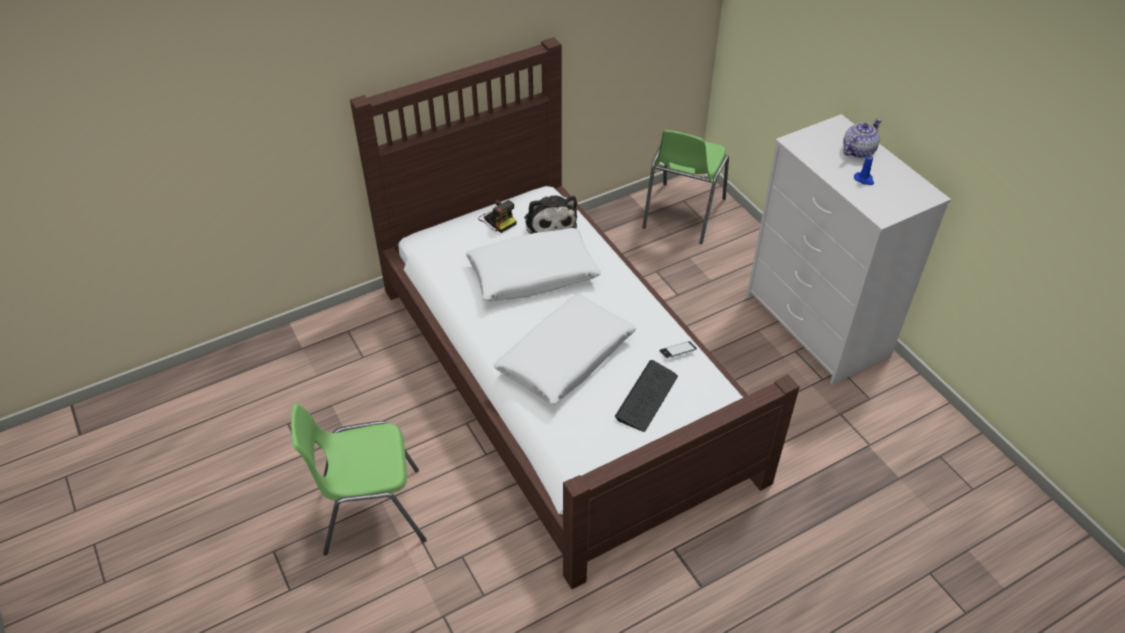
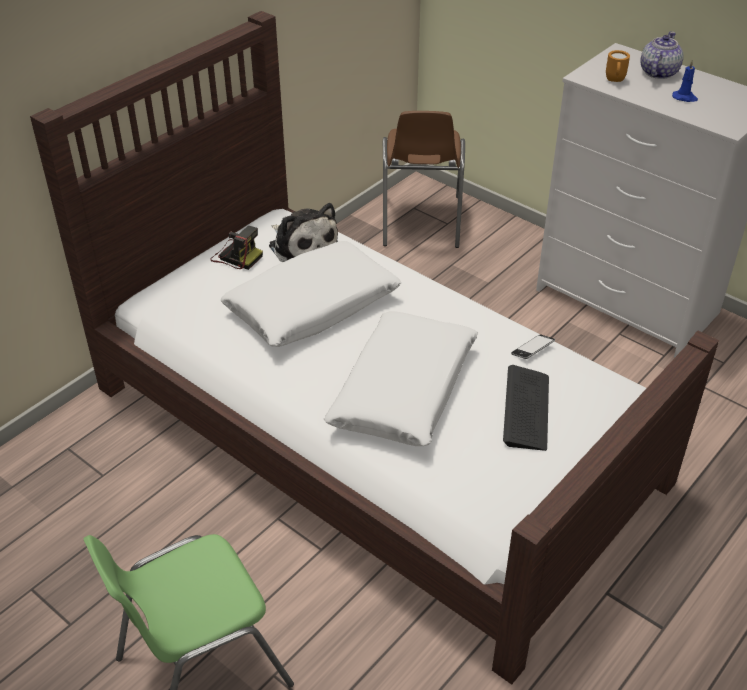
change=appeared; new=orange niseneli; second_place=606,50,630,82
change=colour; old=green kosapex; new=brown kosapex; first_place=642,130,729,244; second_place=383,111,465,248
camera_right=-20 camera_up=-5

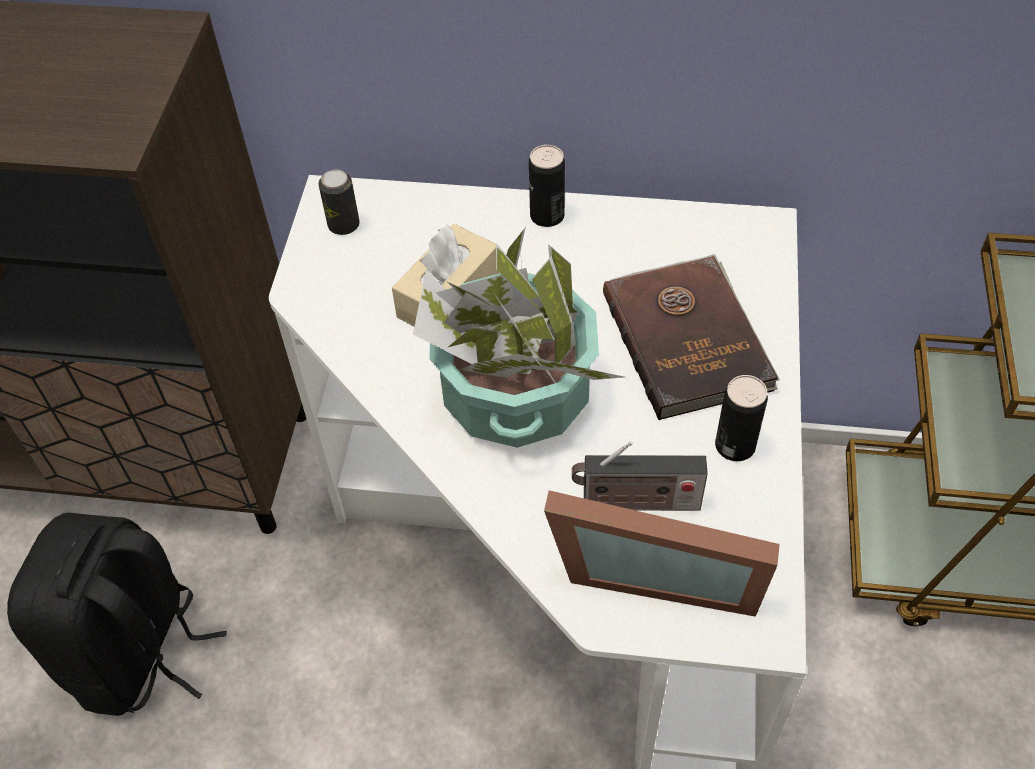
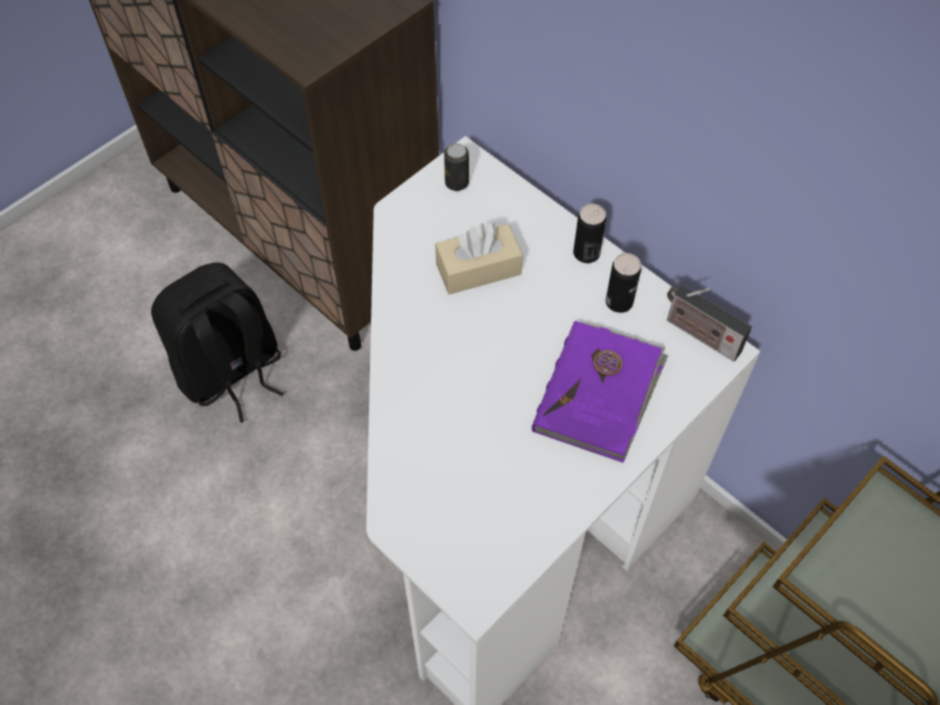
change=missing; old=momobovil; first_place=413,227,624,448
change=missing; old=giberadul; first_place=544,490,780,617
change=relocated; old=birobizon; first_place=572,441,708,511; second_place=667,285,752,362
change=relocated; old=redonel; first_place=715,375,768,461; second_place=606,253,641,313
change=colour; old=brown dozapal; new=purple dozapal; first_place=603,254,780,420; second_place=532,321,668,463
camera_right=35 camera_up=5

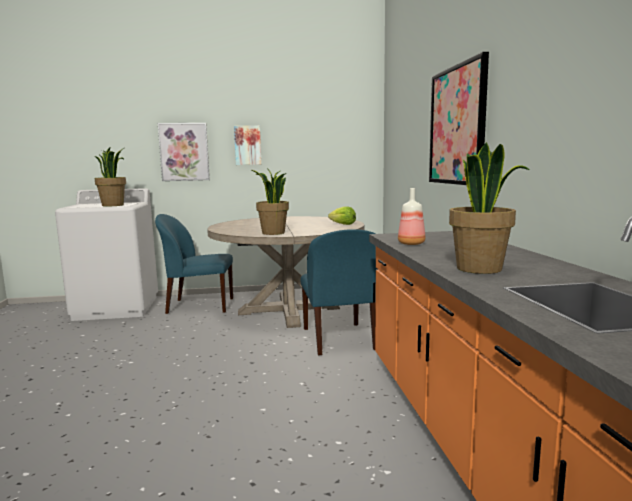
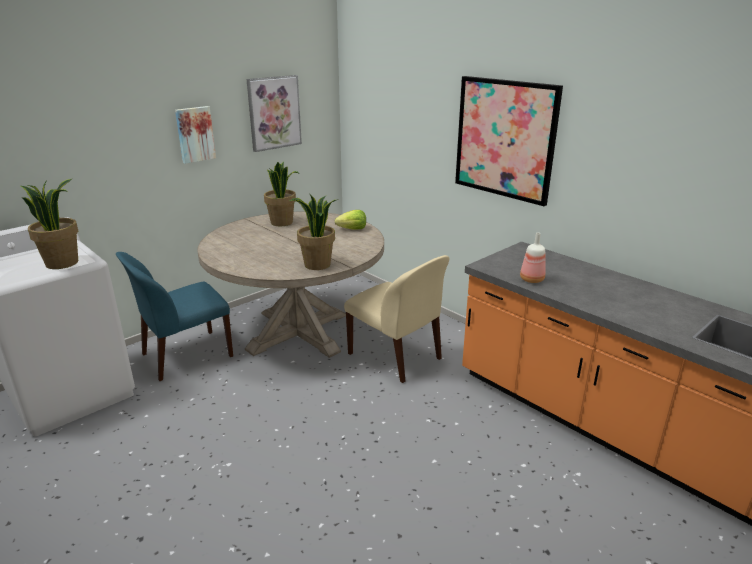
change=relocated; old=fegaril; first_place=158,123,210,181; second_place=247,75,302,152
change=relocated; old=momobovil; first_place=449,142,529,274; second_place=264,162,298,226
change=colour; old=blue kosapex; new=beige kosapex; first_place=300,229,378,356; second_place=344,255,449,383
camera_right=-35 camera_up=15

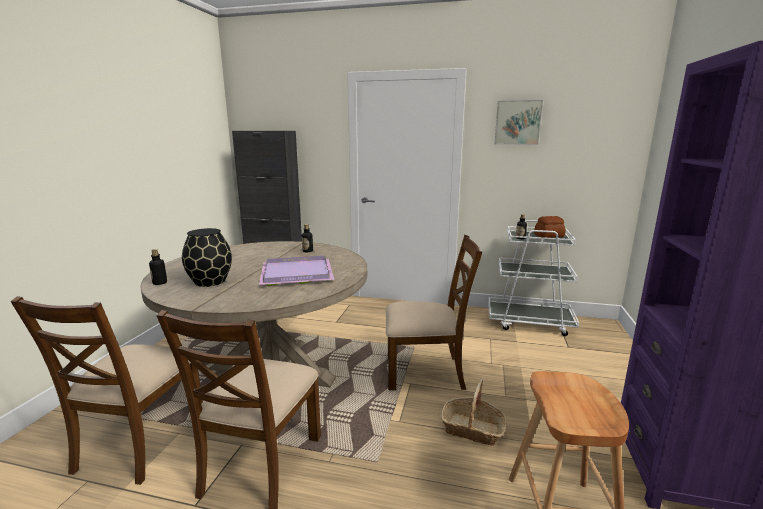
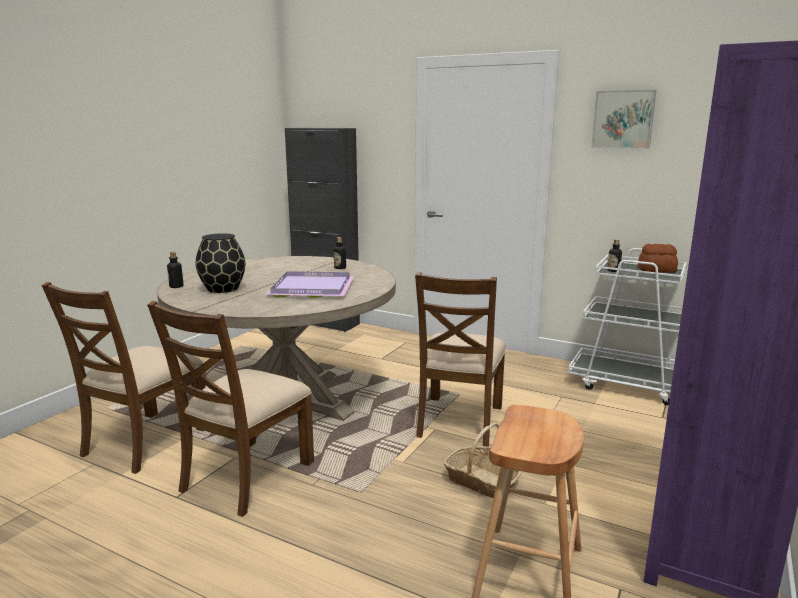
change=spun; old=brown kosapex; first_place=385,235,482,390; second_place=415,272,506,447; degrees=90
camera_right=15 camera_up=0

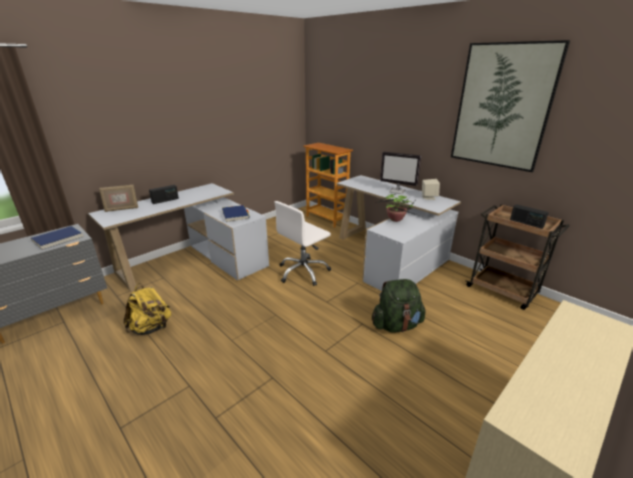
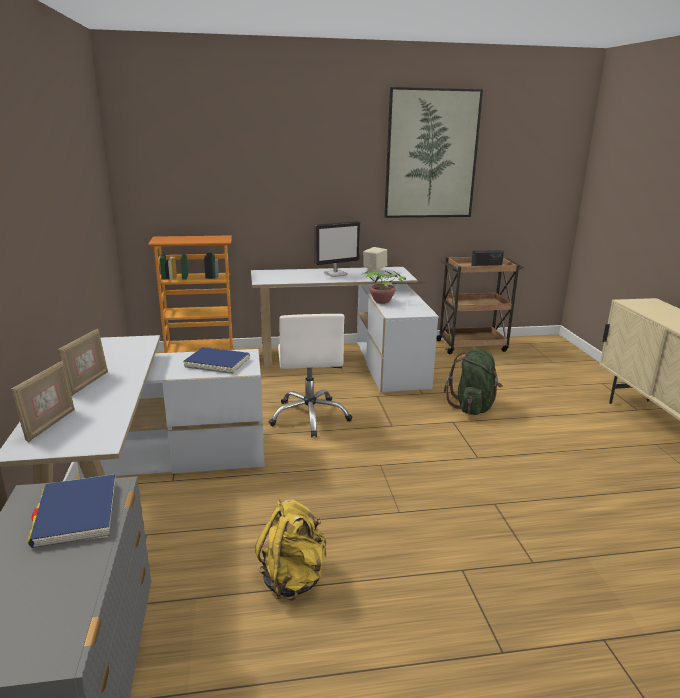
change=exchanged; old=birobizon; new=giberadul; first_place=149,185,179,204; second_place=57,328,108,396
camera_right=-55 camera_up=-5

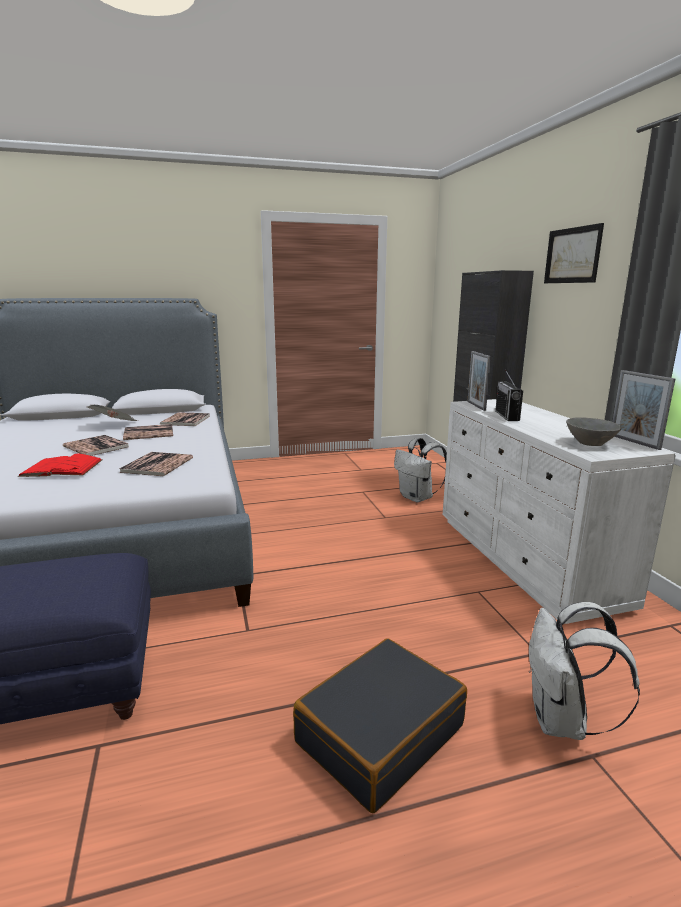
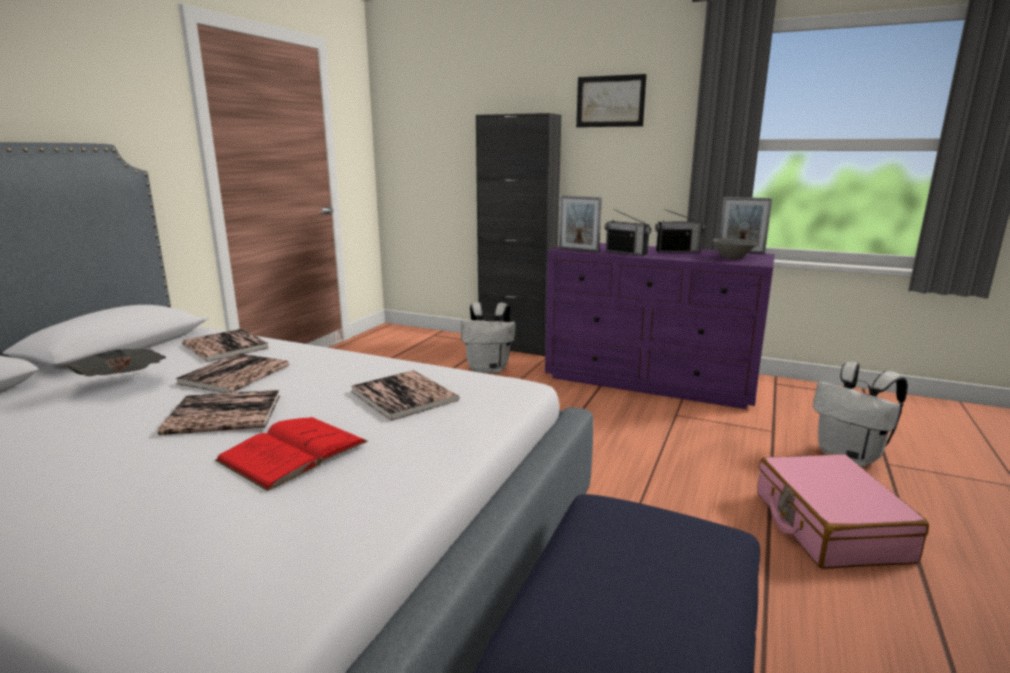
change=appeared; new=birobizon; second_place=655,209,705,252
change=colour; old=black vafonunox; new=pink vafonunox; first_place=293,638,467,813; second_place=757,454,929,569
change=colour; old=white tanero; new=purple tanero; first_place=443,399,676,624; second_place=545,243,775,409
camera_right=-50 camera_up=0

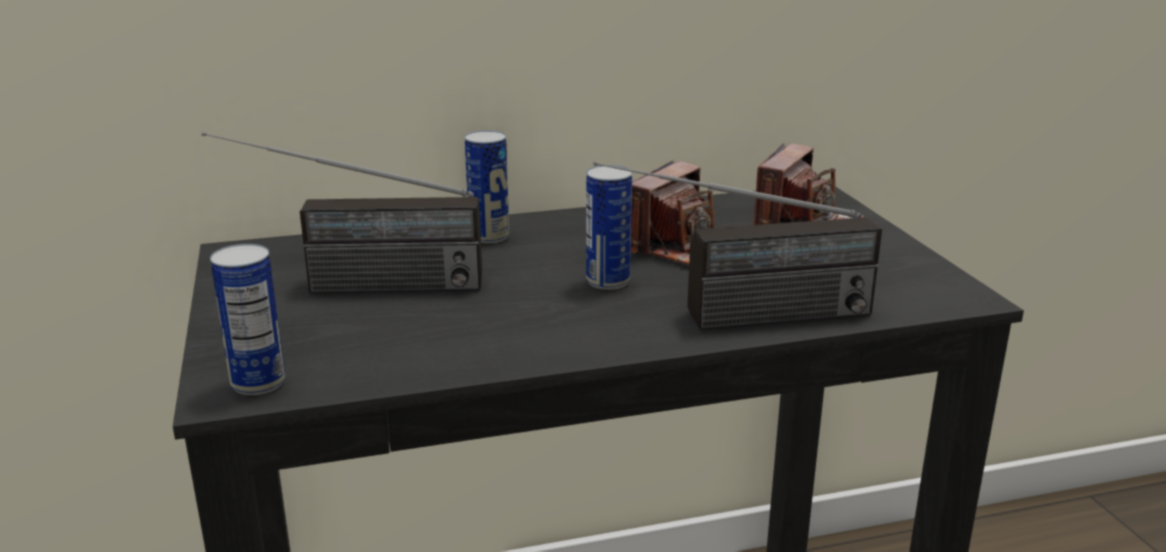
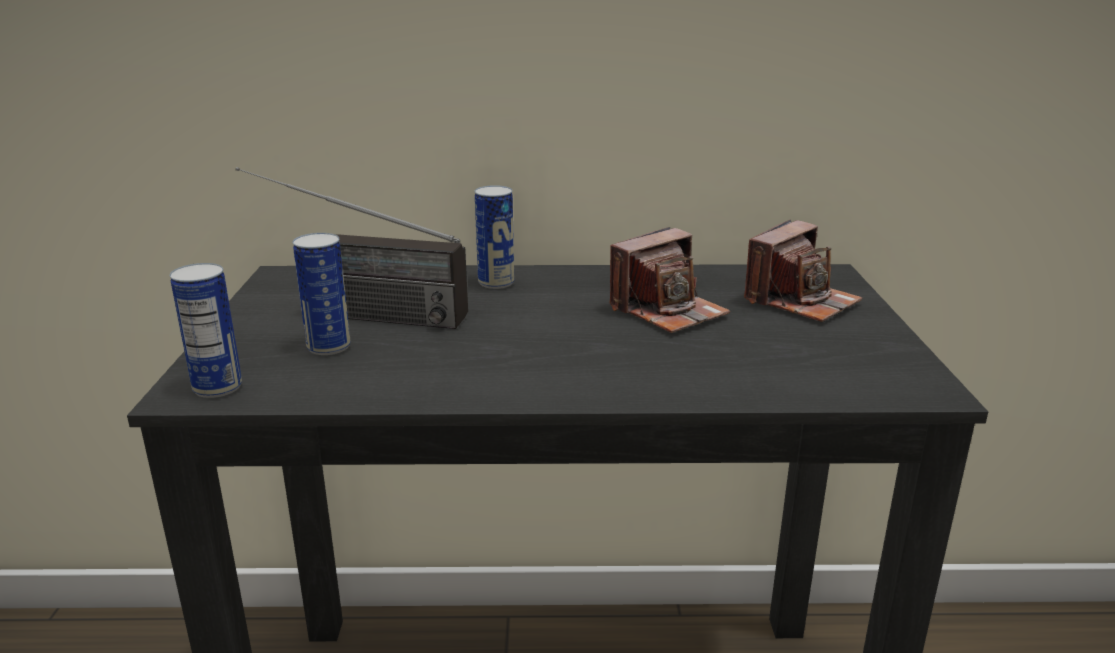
change=missing; old=birobizon; first_place=593,161,882,330
change=relocated; old=redonel; first_place=586,165,632,290; second_place=293,233,351,355
camera_right=15 camera_up=0

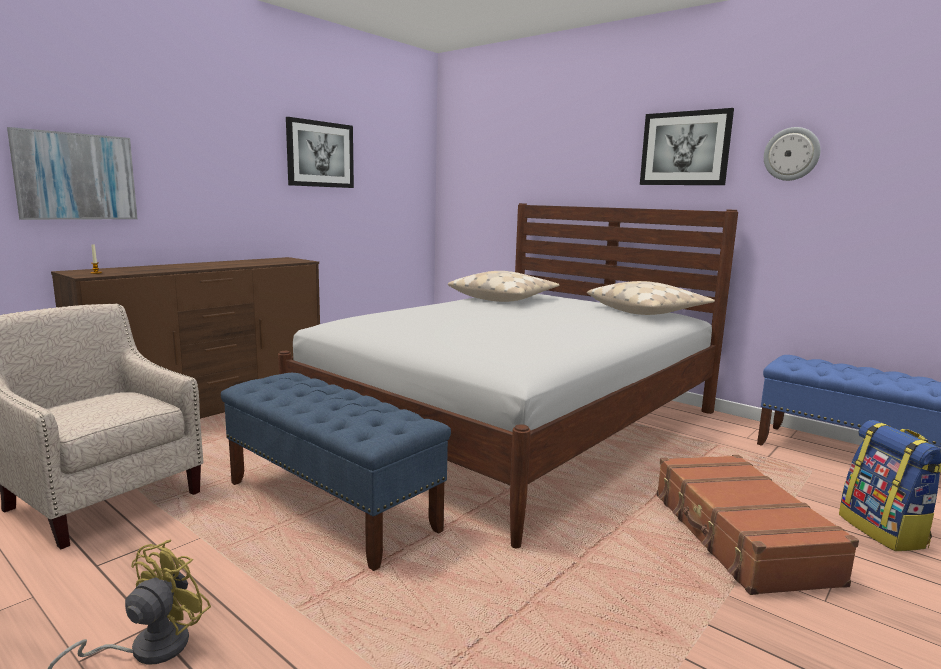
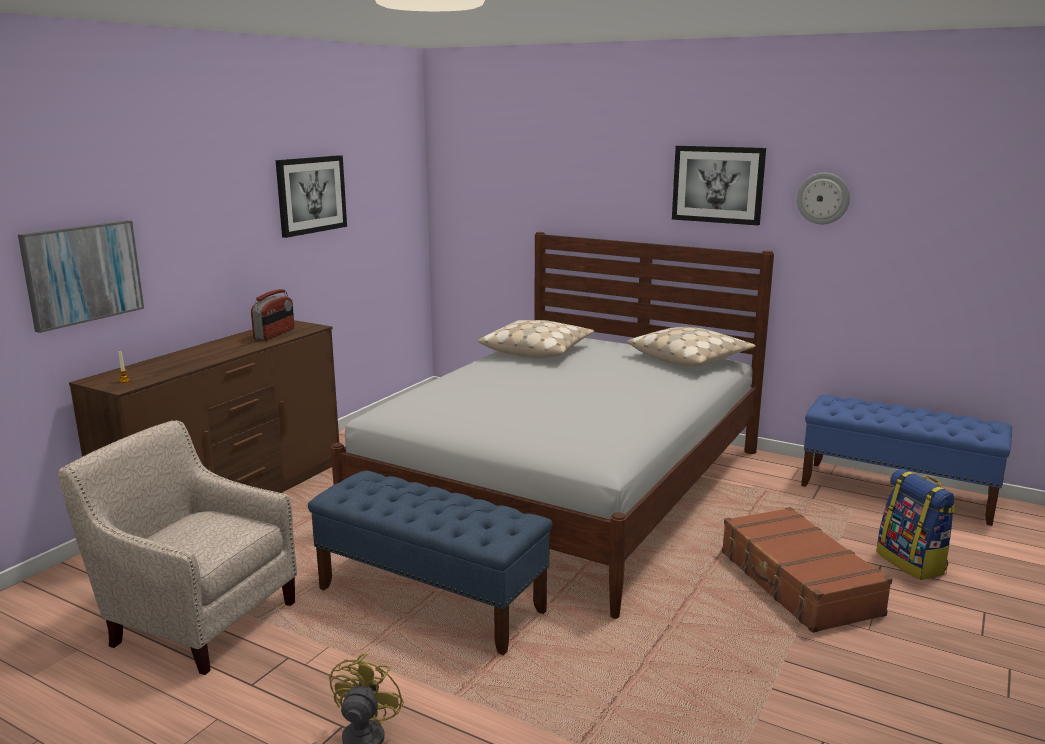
change=appeared; new=birobizon; second_place=251,289,294,340
camera_right=-10 camera_up=5

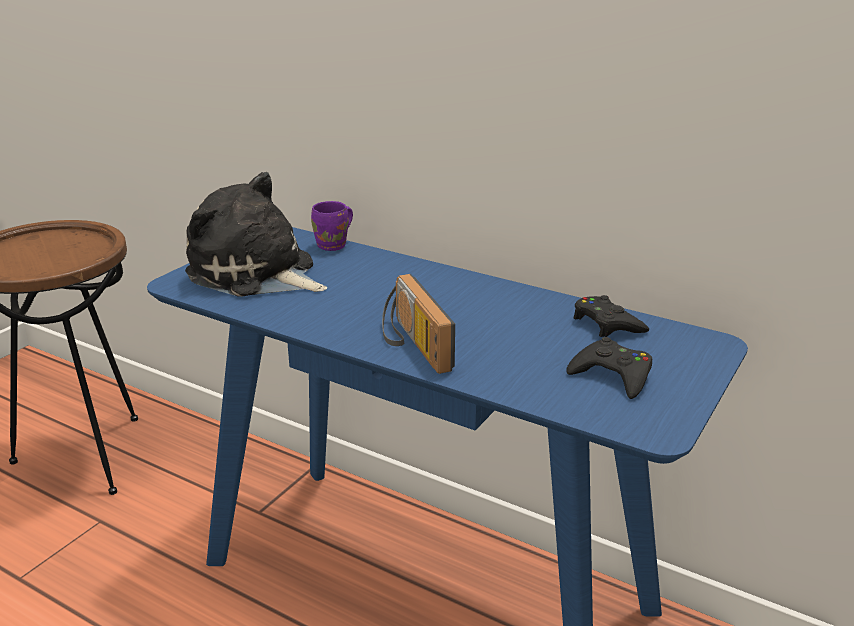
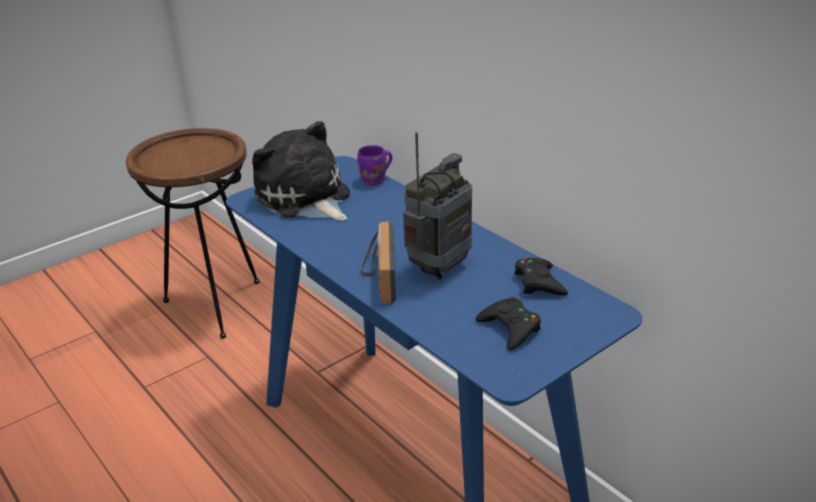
change=appeared; new=birobizon; second_place=403,132,472,280
camera_right=20 camera_up=5

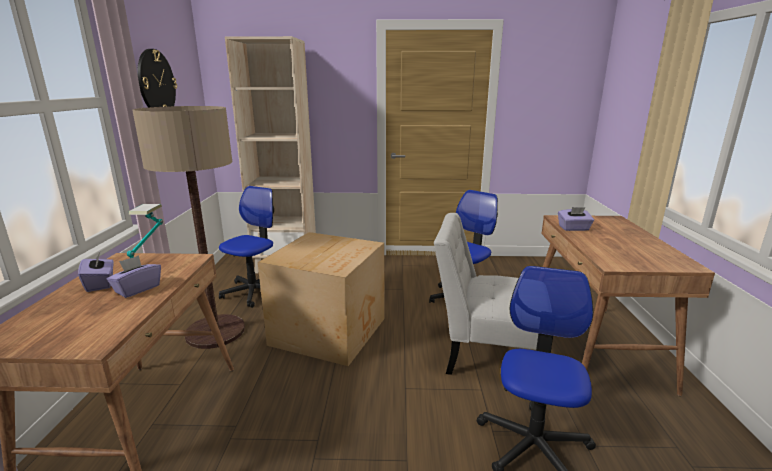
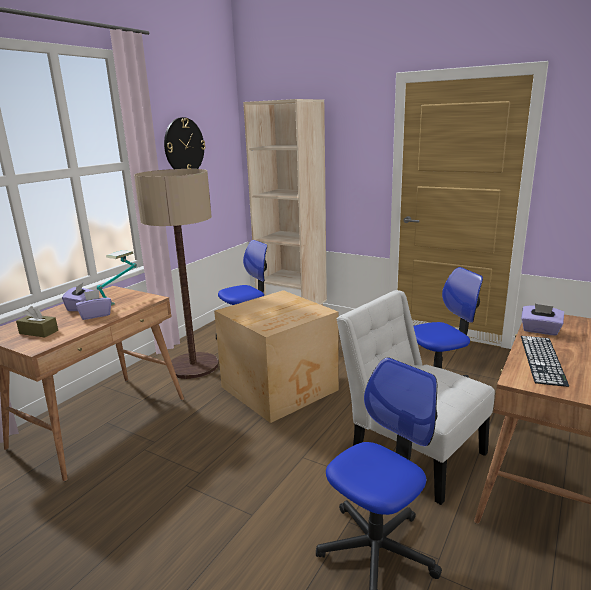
change=appeared; new=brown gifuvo; second_place=16,306,58,337
change=appeared; new=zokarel; second_place=521,336,569,387
camera_right=30 camera_up=0

